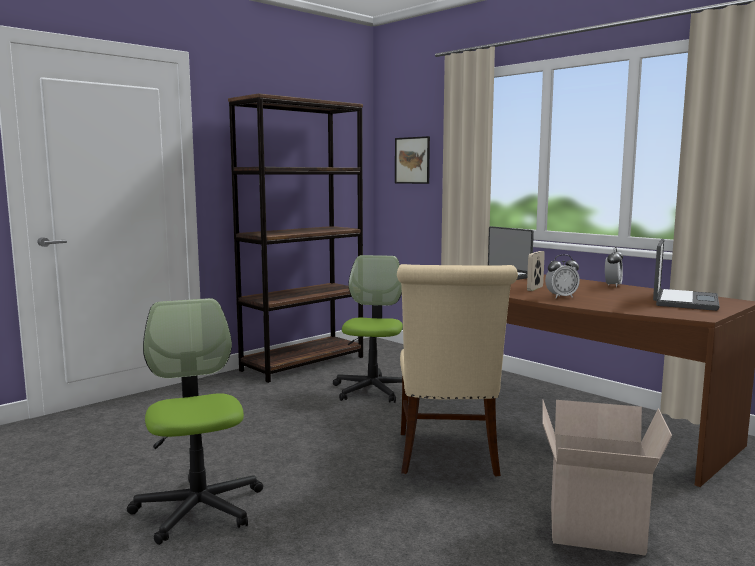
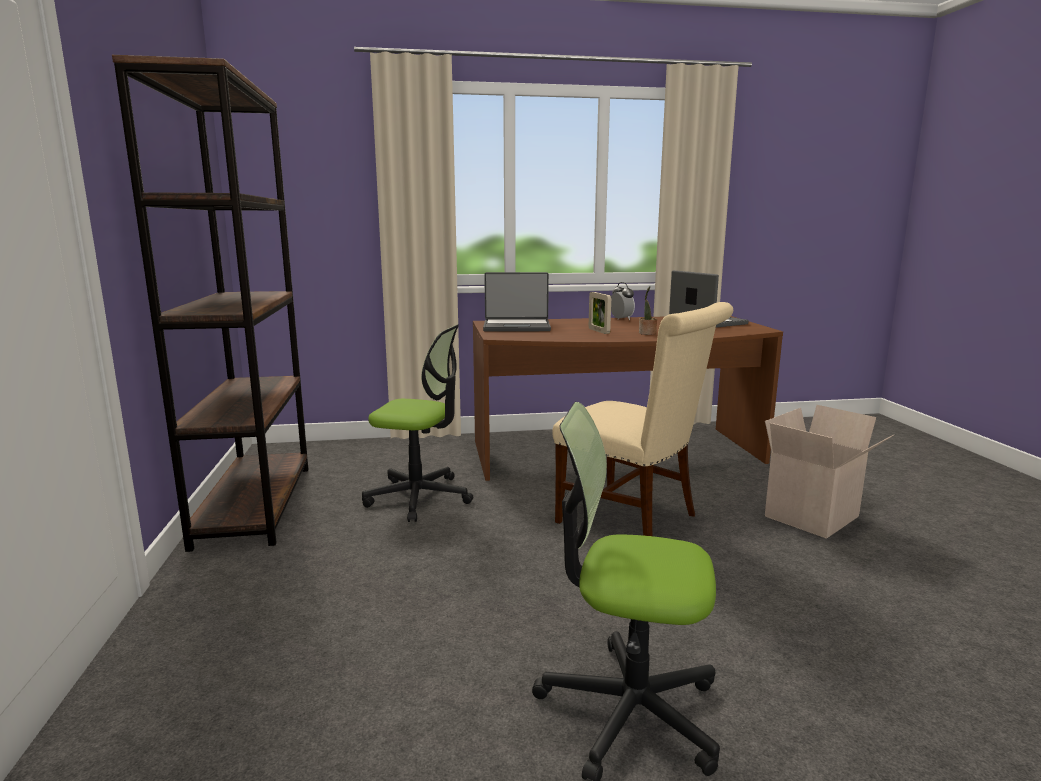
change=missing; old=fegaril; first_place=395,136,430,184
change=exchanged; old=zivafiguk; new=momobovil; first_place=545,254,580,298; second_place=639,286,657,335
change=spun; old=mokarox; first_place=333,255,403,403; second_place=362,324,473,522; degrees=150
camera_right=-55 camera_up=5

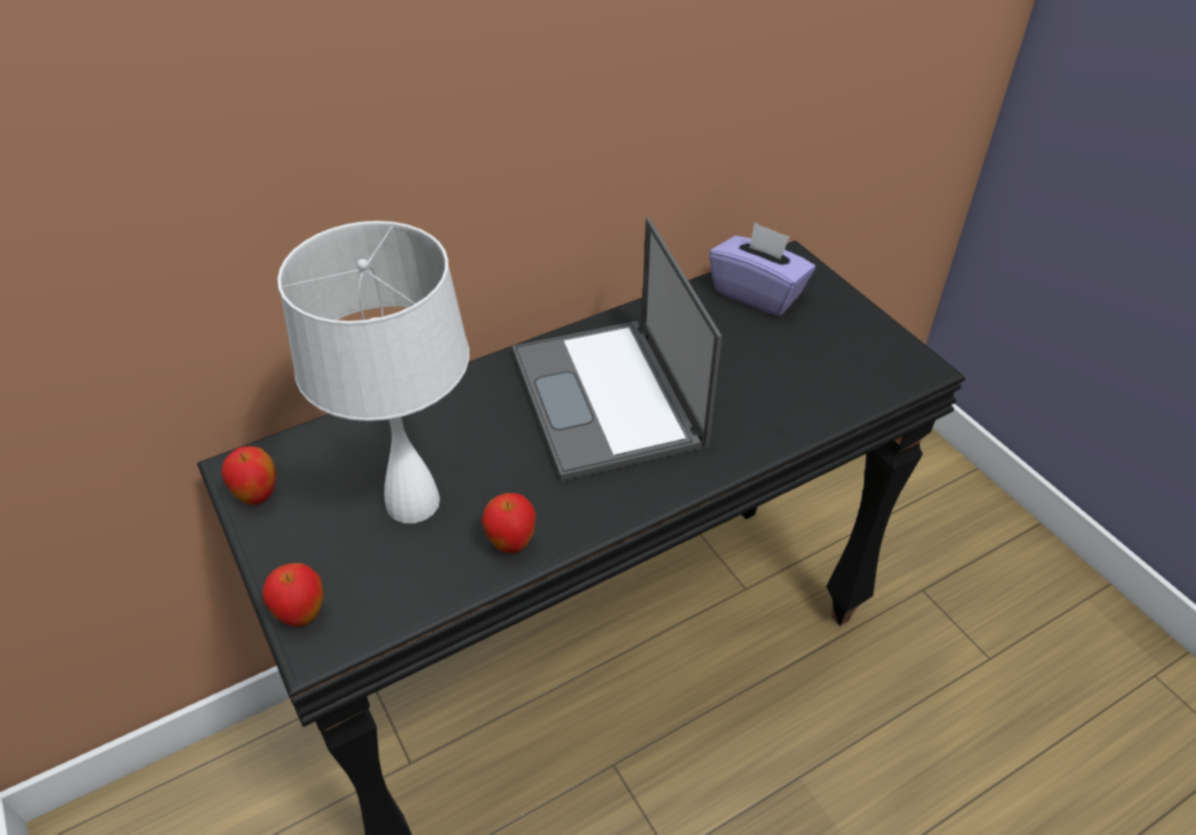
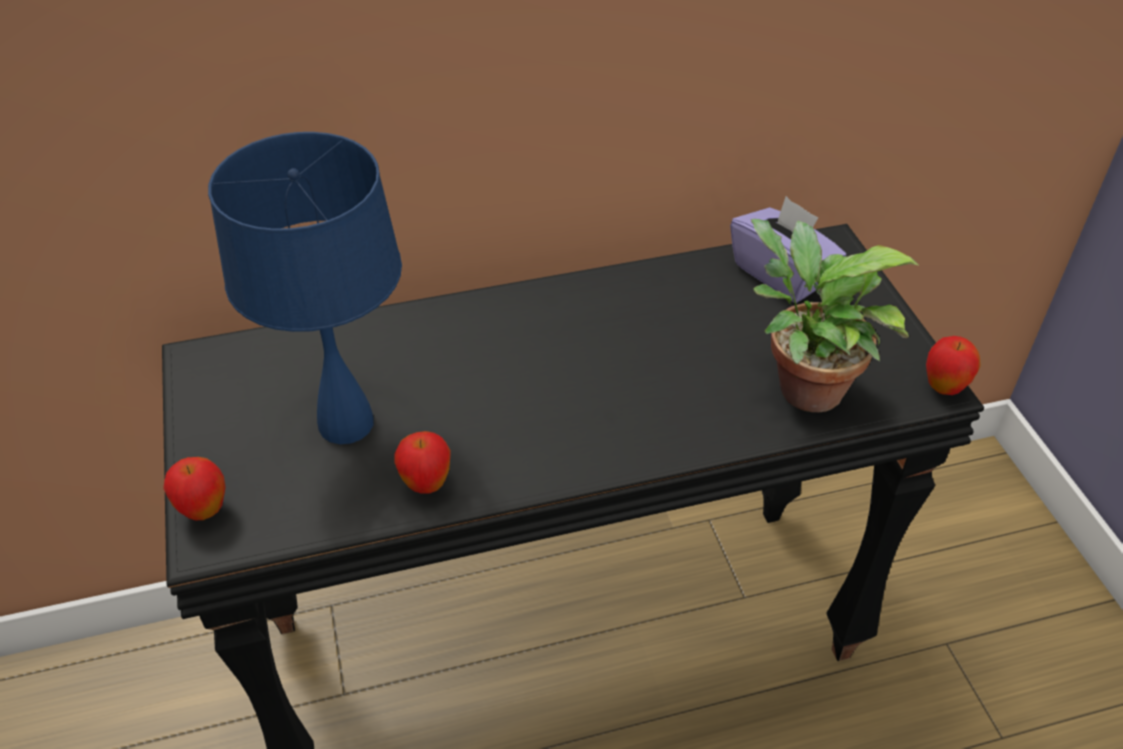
change=missing; old=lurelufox; first_place=512,217,722,482
change=appeared; new=momobovil; second_place=751,219,918,412
change=relocated; old=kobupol; first_place=222,446,276,505; second_place=926,336,981,395
change=colour; old=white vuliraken; new=blue vuliraken; first_place=277,221,469,523; second_place=208,132,402,444
camera_right=15 camera_up=0

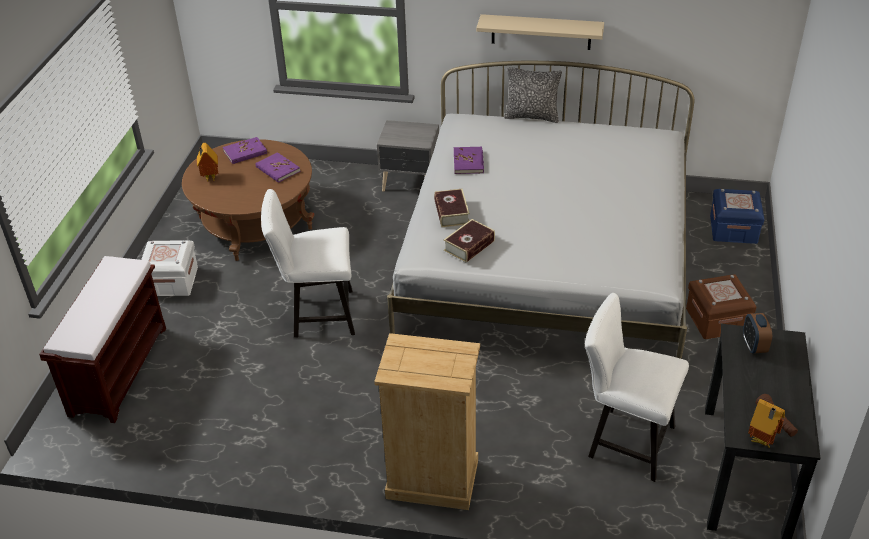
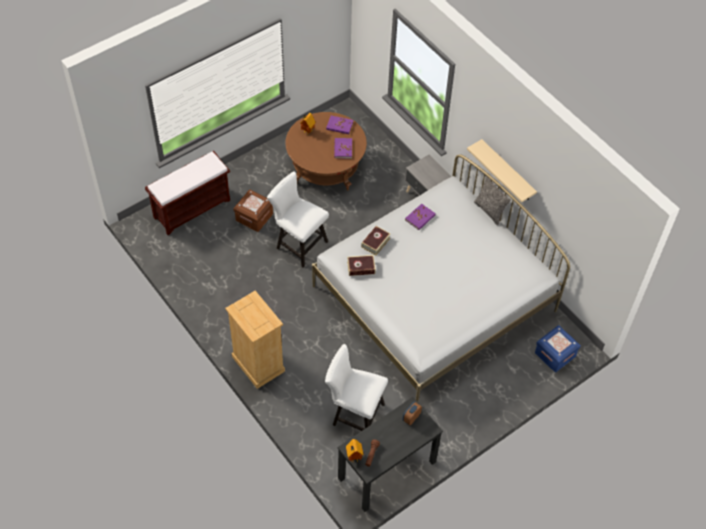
change=missing; old=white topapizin; first_place=141,240,198,296
change=relocated; old=brown topapizin; first_place=686,274,757,339; second_place=233,190,273,232
change=spun; old=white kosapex; first_place=585,293,689,482; second_place=325,344,388,431; degrees=-45
camera_right=40 camera_up=15

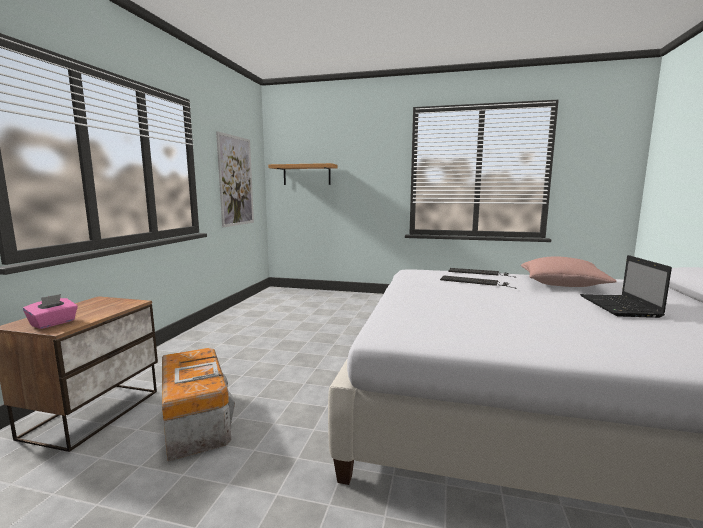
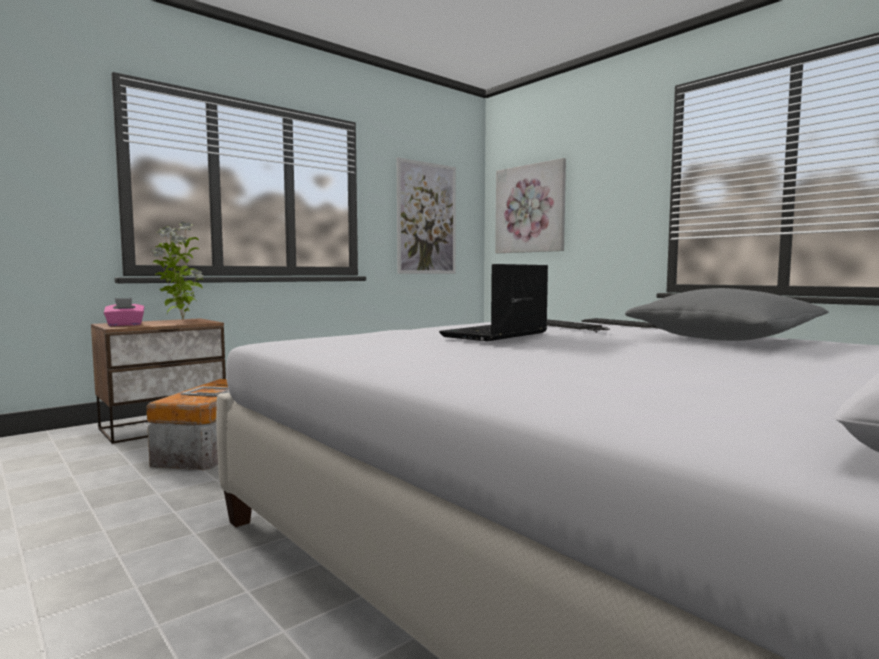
change=appeared; new=momobovil; second_place=152,221,204,320
change=relocated; old=lurelufox; first_place=580,255,672,318; second_place=439,264,548,341
change=exchanged; old=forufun; new=fegaril; first_place=268,163,337,185; second_place=495,158,566,253
change=colour; old=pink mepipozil; new=grey mepipozil; first_place=521,256,617,287; second_place=625,288,829,341
camera_right=35 camera_up=-5

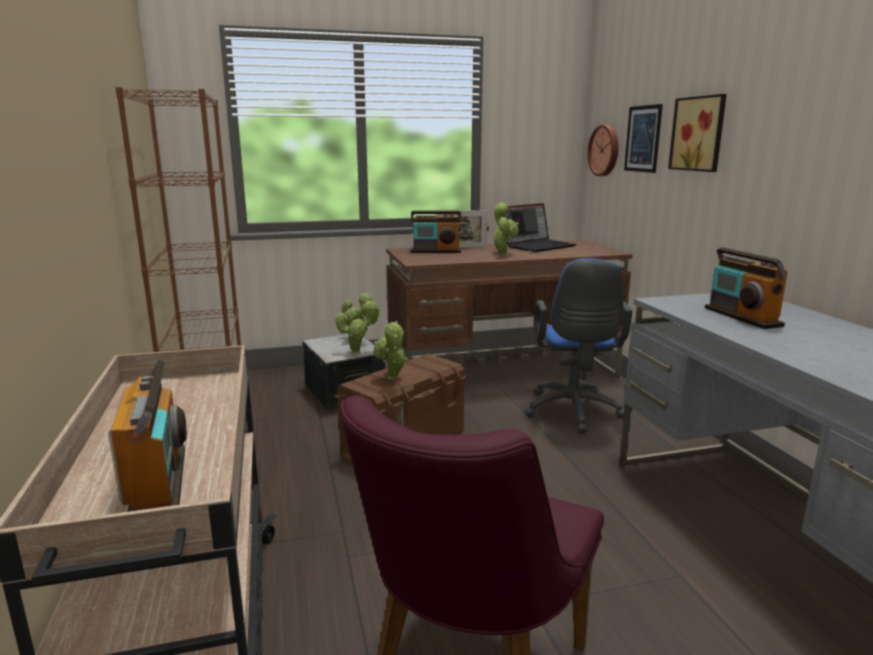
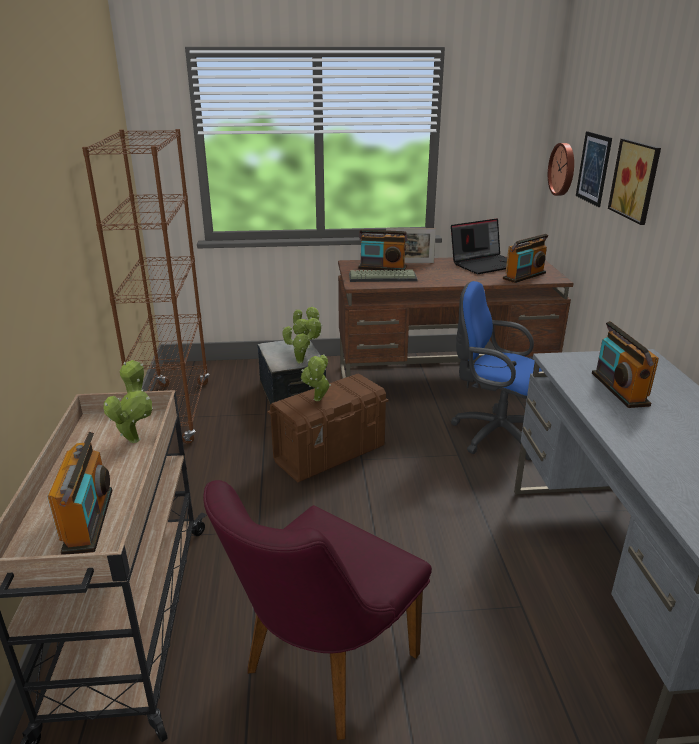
change=appeared; new=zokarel; second_place=349,270,418,282
change=appeared; new=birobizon; second_place=503,234,548,283
change=relocated; old=momobovil; first_place=492,202,519,255; second_place=104,360,153,443
change=spun; old=blue mokarox; first_place=524,258,632,433; second_place=450,281,542,460; degrees=105
camera_right=10 camera_up=10

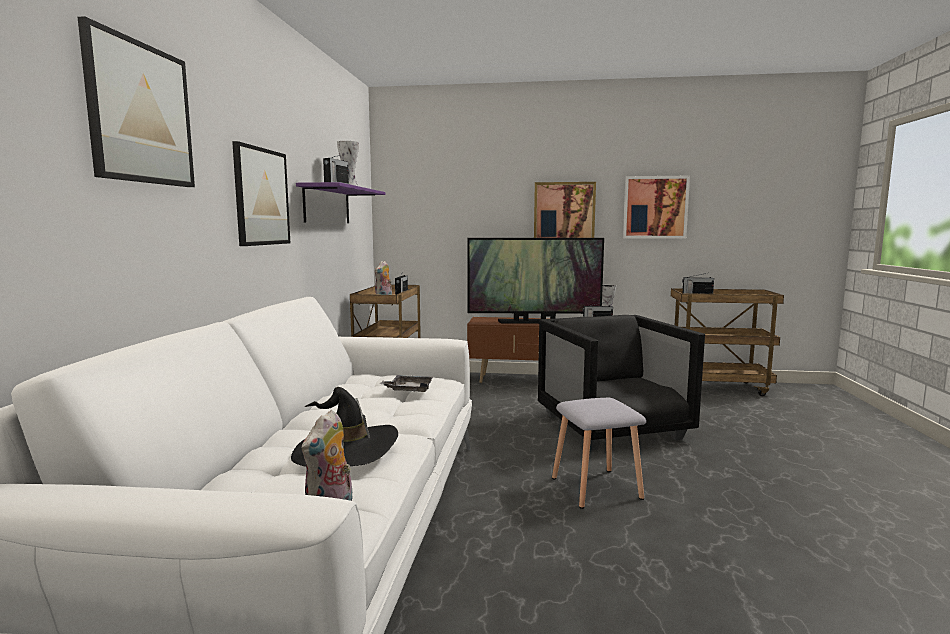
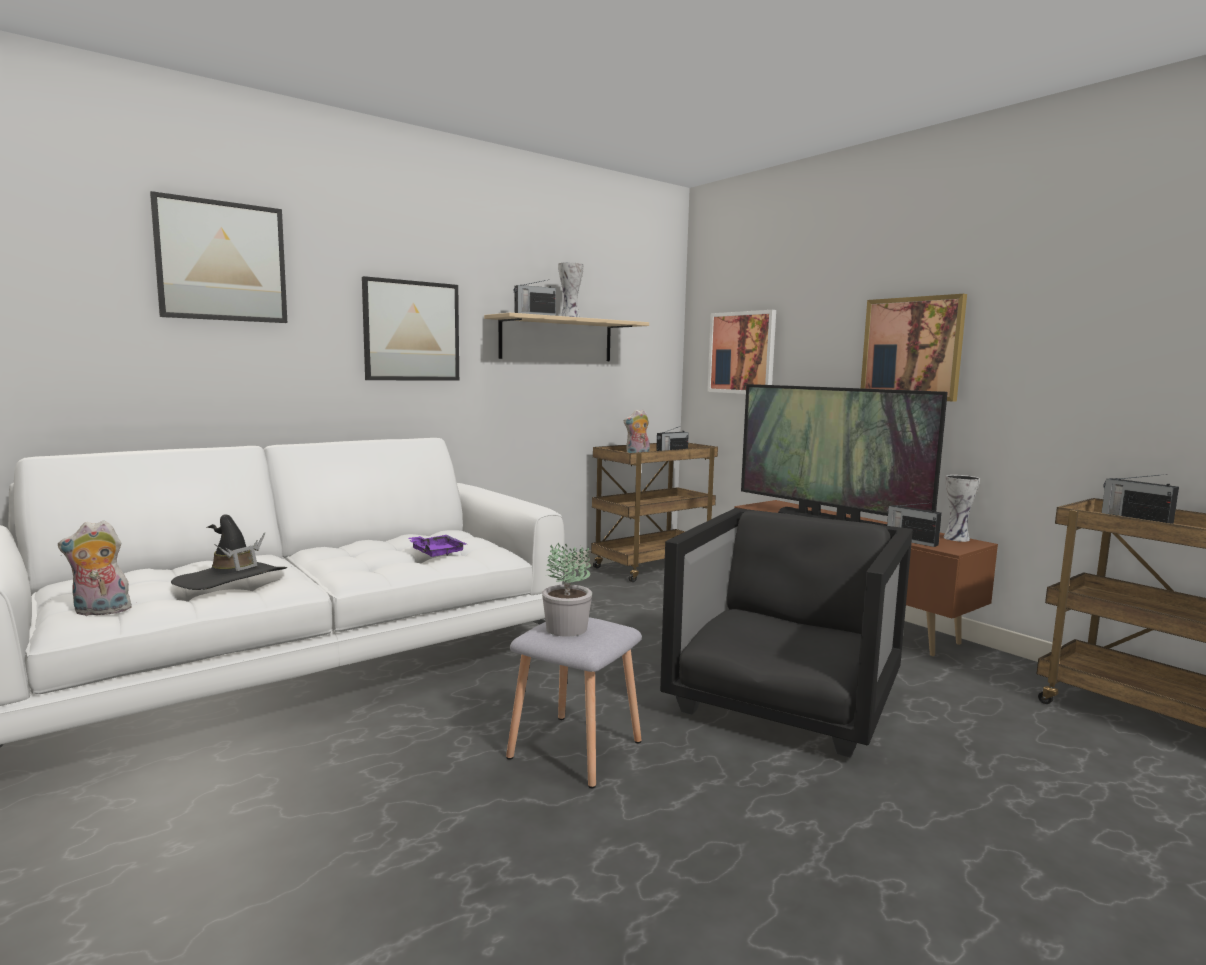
change=appeared; new=momobovil; second_place=542,543,592,637
change=relocated; old=fegaril; first_place=623,176,690,239; second_place=707,310,776,394
change=colour; old=purple forufun; new=beige forufun; first_place=296,182,385,223; second_place=484,313,649,361
change=colour; old=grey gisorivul; new=purple gisorivul; first_place=380,375,433,392; second_place=408,535,466,557
camera_right=45 camera_up=0

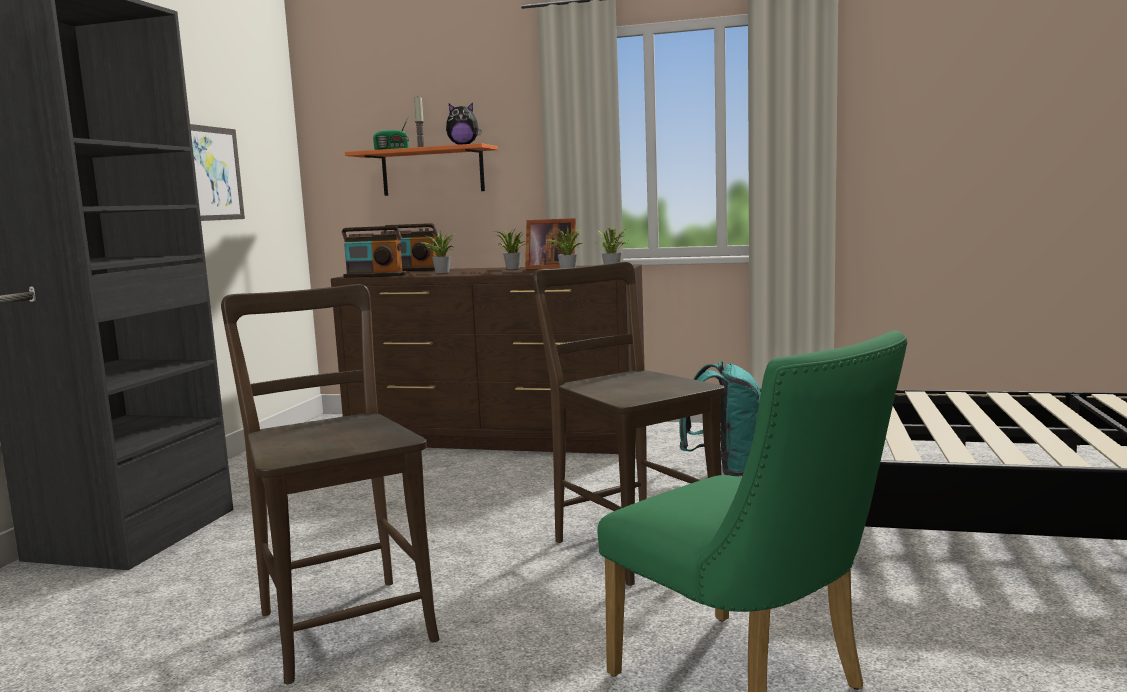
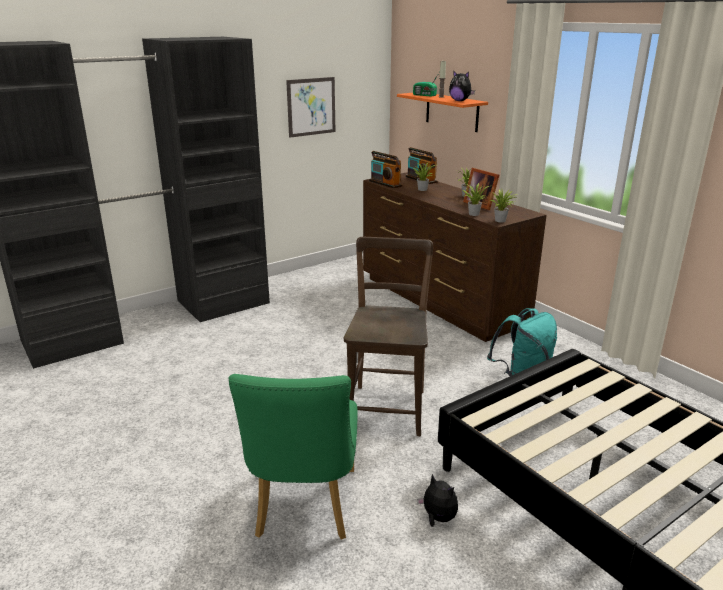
change=missing; old=brown kosapex; first_place=221,284,439,684
change=appeared; new=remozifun; second_place=417,474,458,527
camera_right=40 camera_up=15

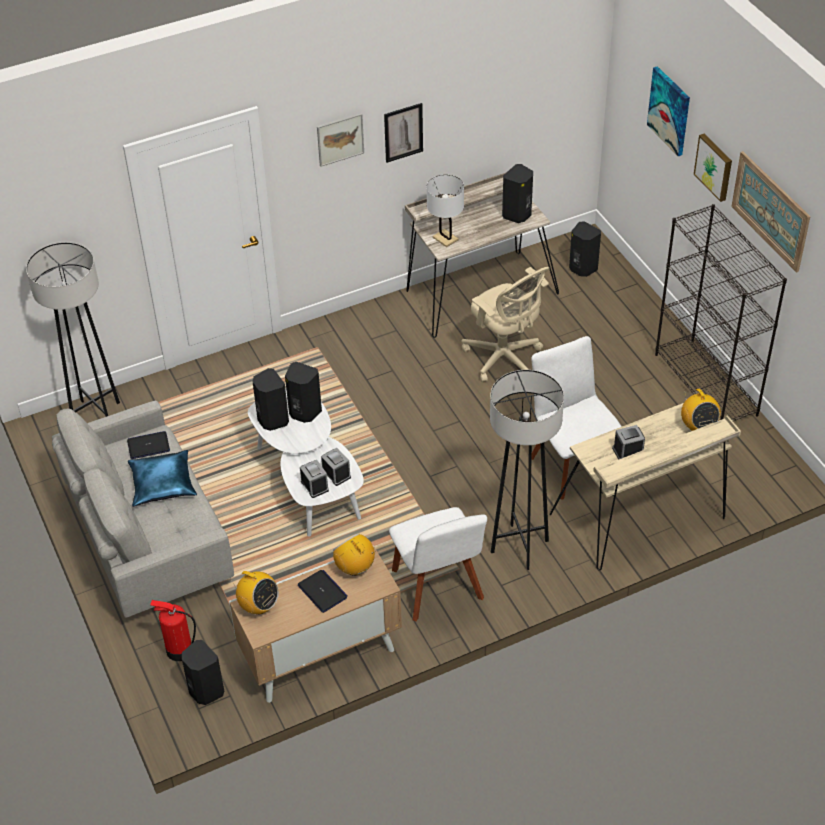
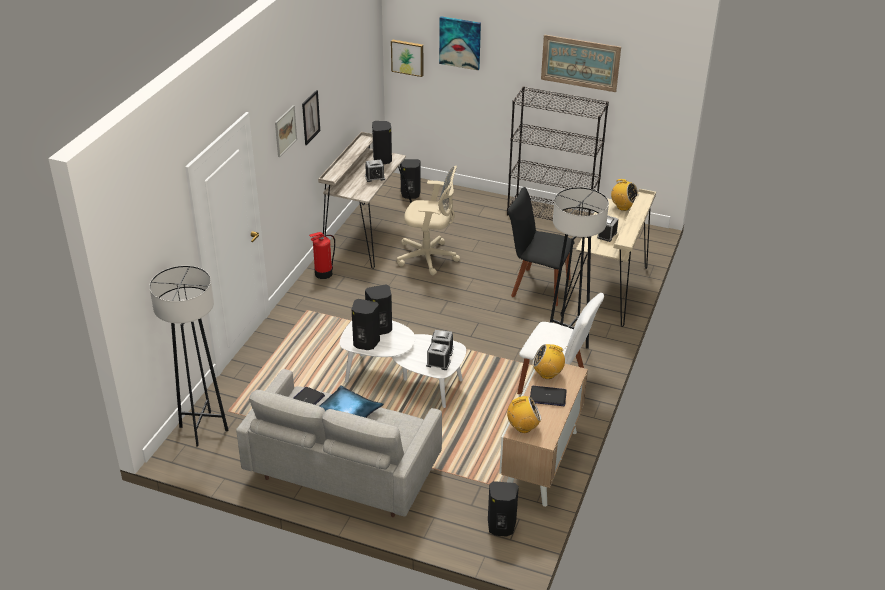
change=missing; old=white vuliraken; first_place=427,175,464,247
change=appeared; new=zivafiguk; second_place=365,160,385,182
change=relocated; old=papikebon; first_place=150,600,196,661; second_place=309,232,335,279
change=relocated; old=fegaril; first_place=694,134,732,202; second_place=391,39,423,77
change=colour; old=white kosapex; new=black kosapex; first_place=531,336,622,500; second_place=508,187,575,306
camera_right=-45 camera_up=-10

